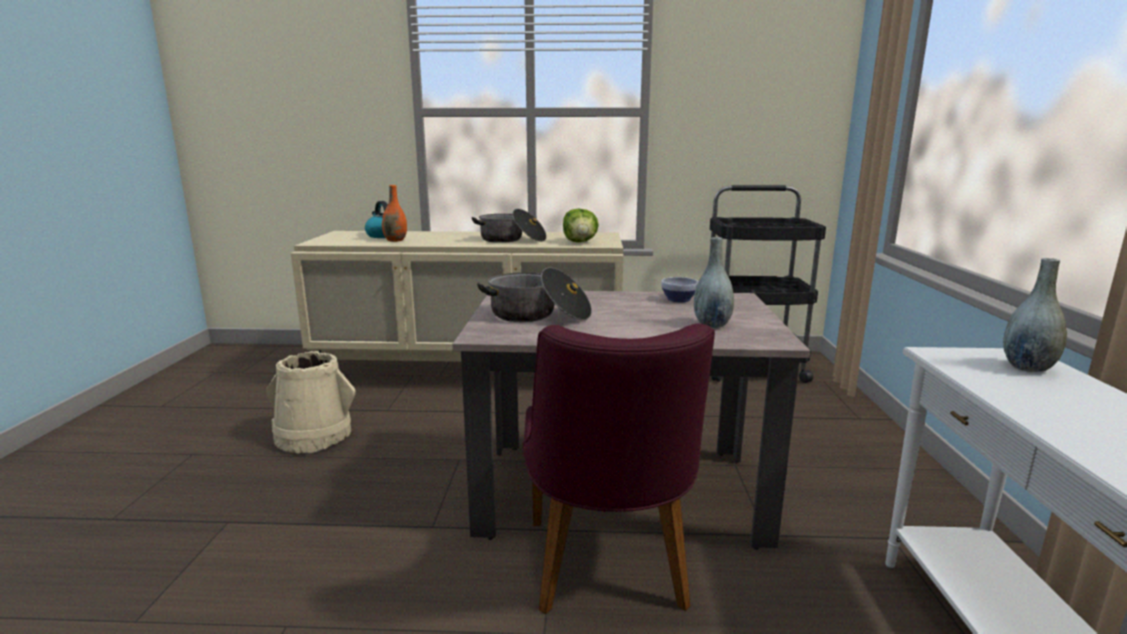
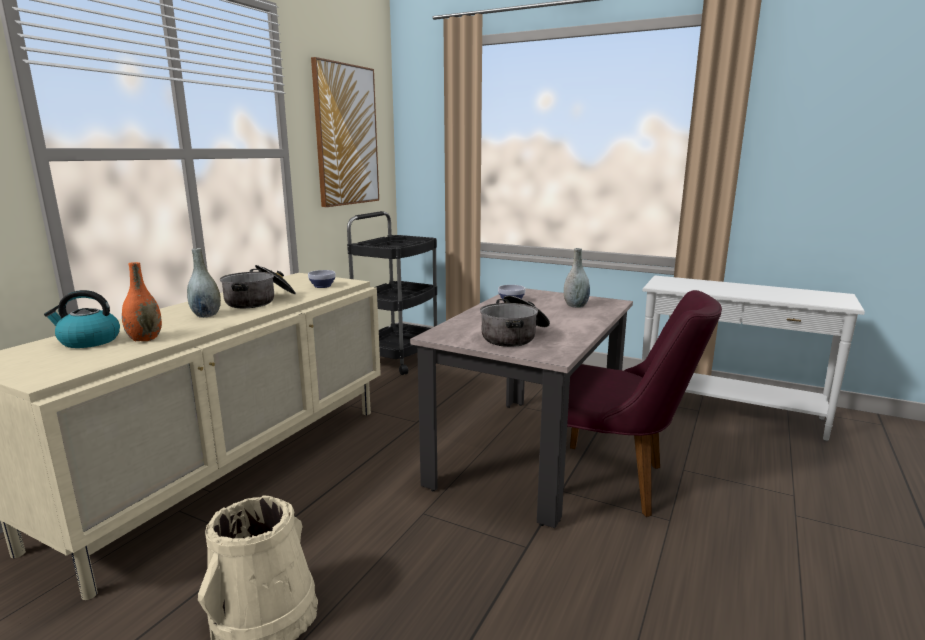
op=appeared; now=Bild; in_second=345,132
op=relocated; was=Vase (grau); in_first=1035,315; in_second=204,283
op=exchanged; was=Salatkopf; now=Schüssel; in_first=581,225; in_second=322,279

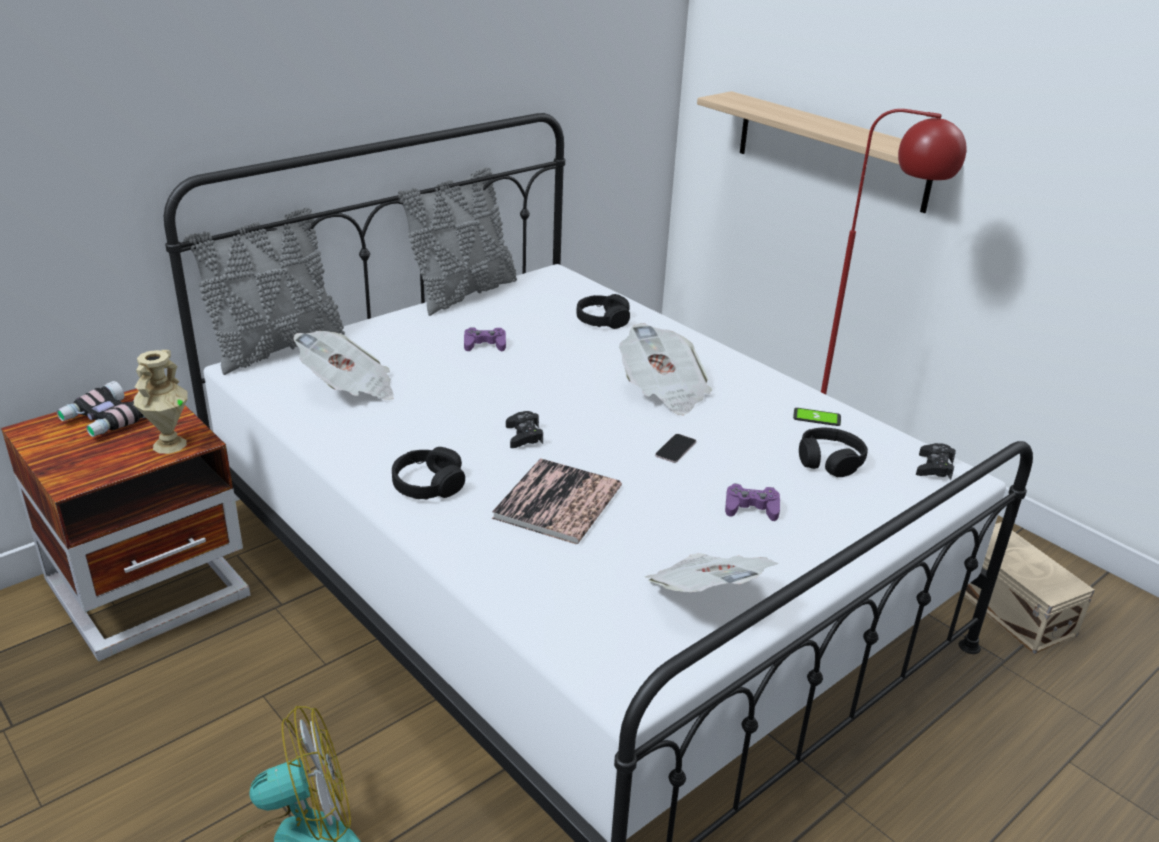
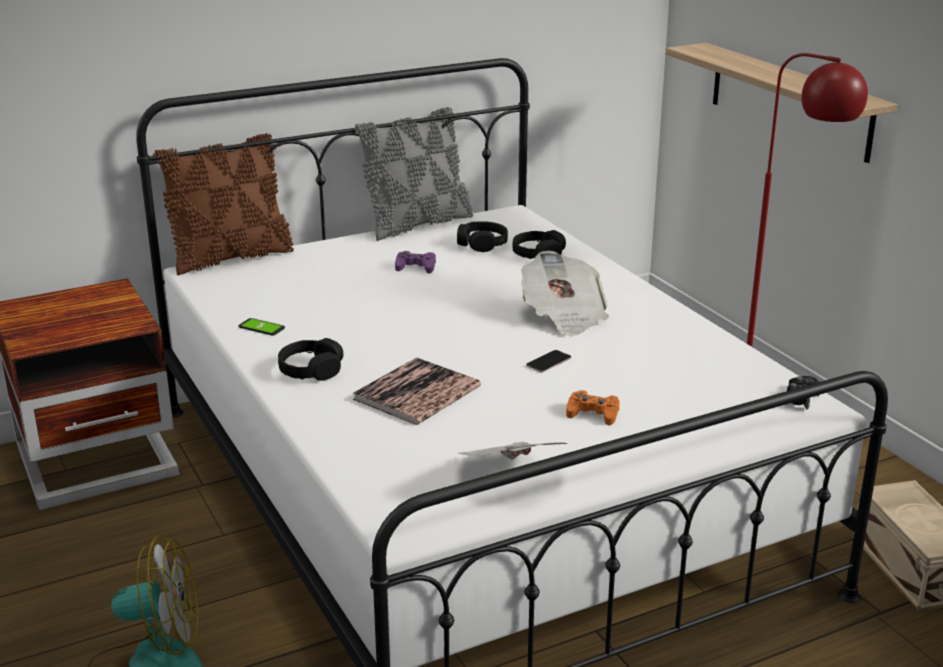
op=missing; was=Fernglas; in_first=101,409
op=missing; was=Vase (beige); in_first=160,402
op=missing; was=Zeitung; in_first=343,365
op=missing; was=Gamepad (schwarz); in_first=524,429
op=relocated; was=Handy; in_first=817,417; in_second=261,327
op=relocated; was=Kopfhörer (schwarz); in_first=833,452; in_second=482,236
op=colour; was=Kissen (grau); now=Kissen (braun); in_first=264,291; in_second=223,204
op=colour; was=Gamepad (lila); now=Gamepad (orange); in_first=752,502; in_second=593,408

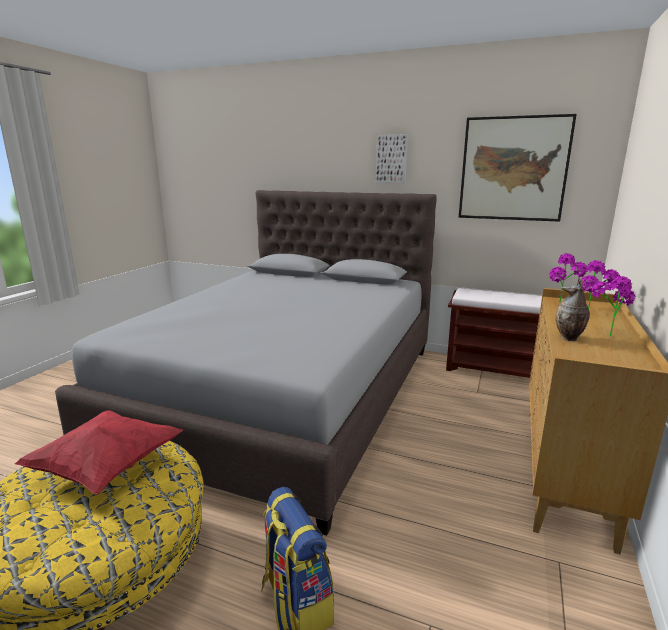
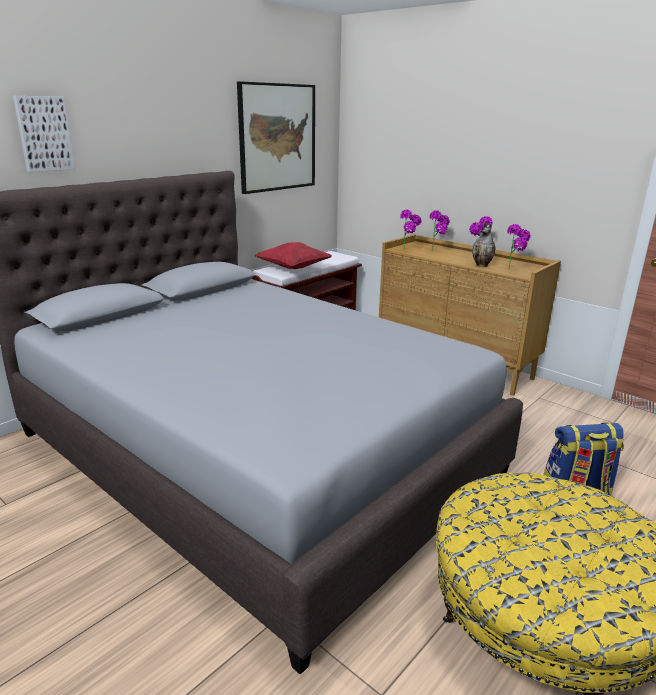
op=appeared; now=Topfpflanze; in_second=519,246
op=relocated; was=Kissen (rot); in_first=99,452; in_second=293,255
op=relocated; was=Bild; in_first=392,158; in_second=44,134

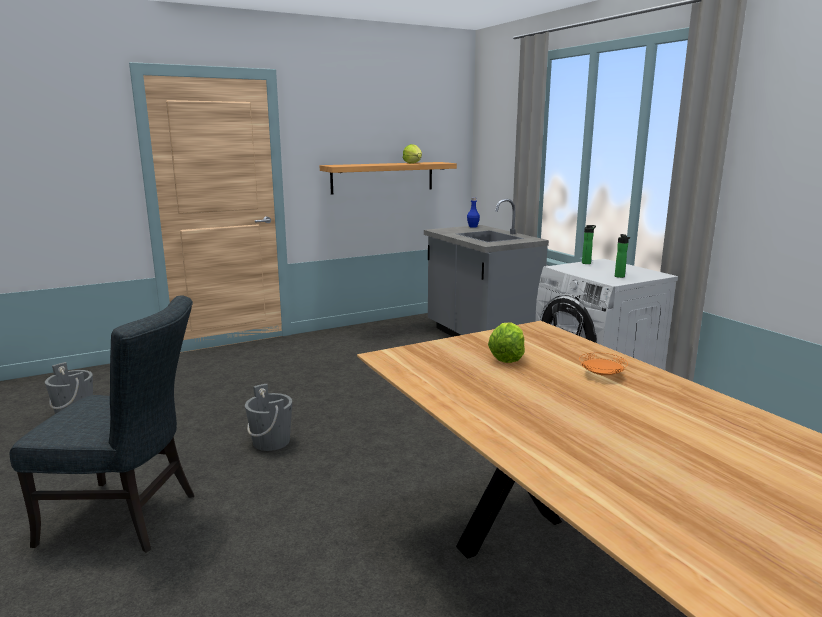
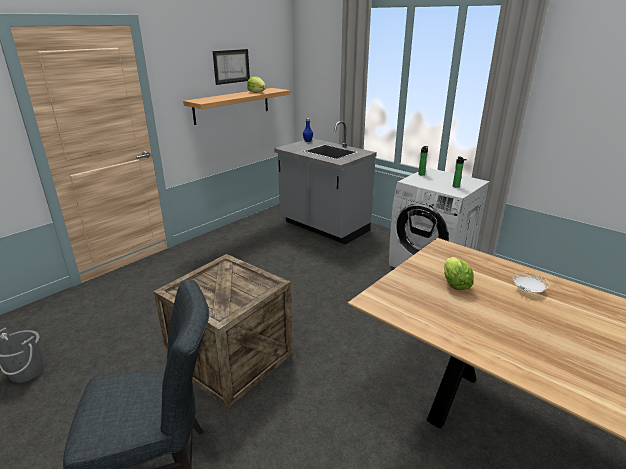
op=appeared; now=Bild; in_second=231,67
op=exchanged; was=Eimer (grau); now=Kiste; in_first=268,417; in_second=223,331
op=colour; was=Teller (orange); now=Teller (weiß); in_first=603,364; in_second=531,282

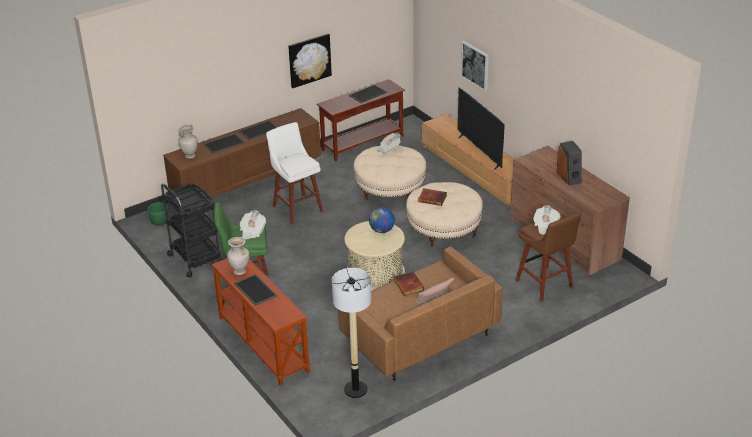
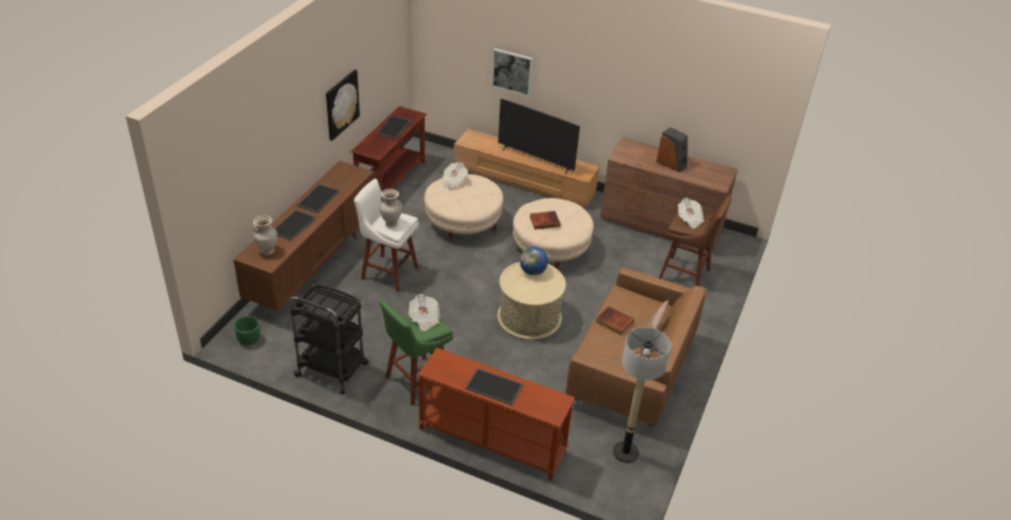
op=relocated; was=Vase (beige); in_first=238,256; in_second=390,208

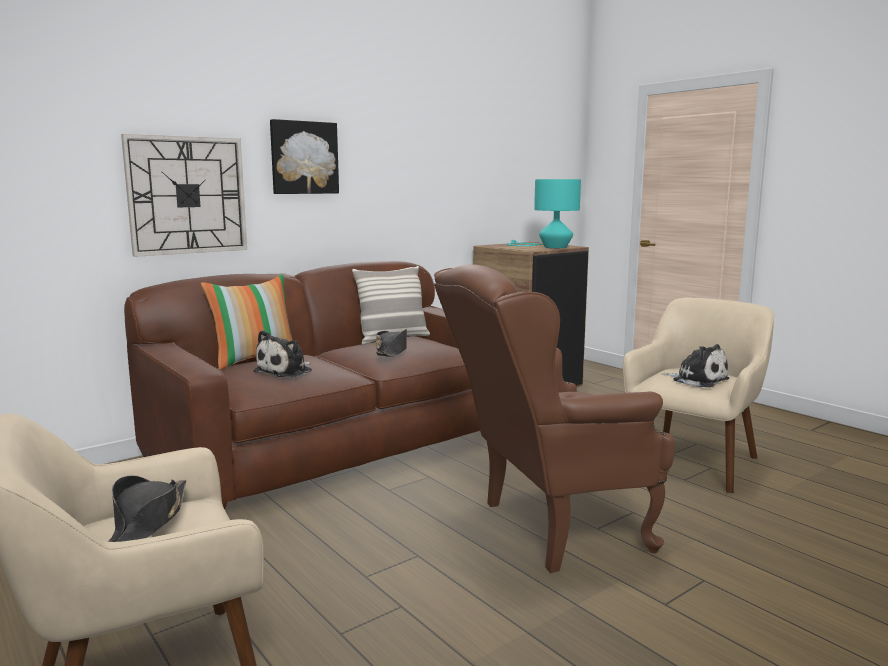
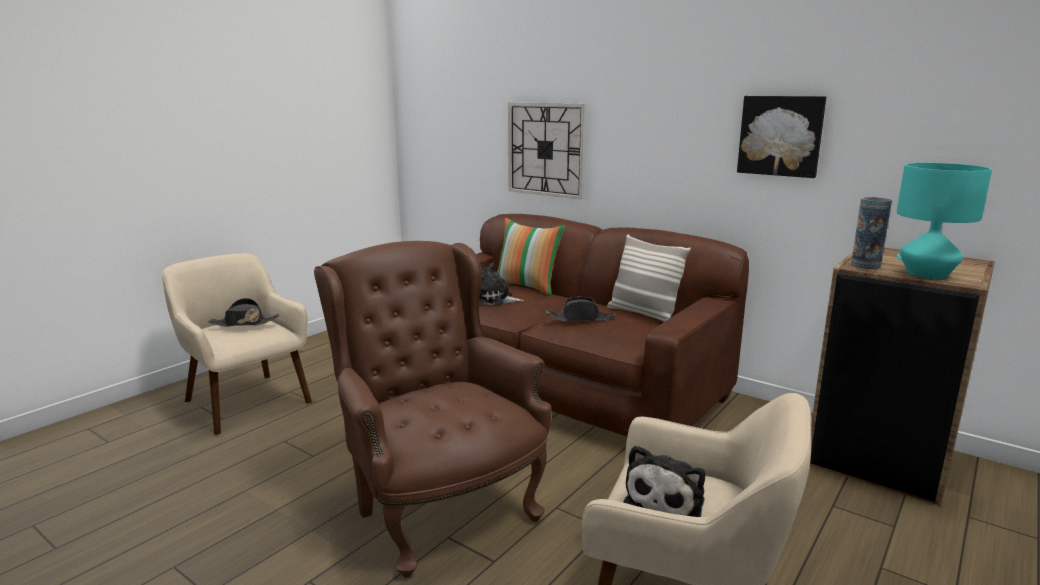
op=appeared; now=Vase; in_second=871,233
op=relocated; was=Bild; in_first=304,156; in_second=781,137

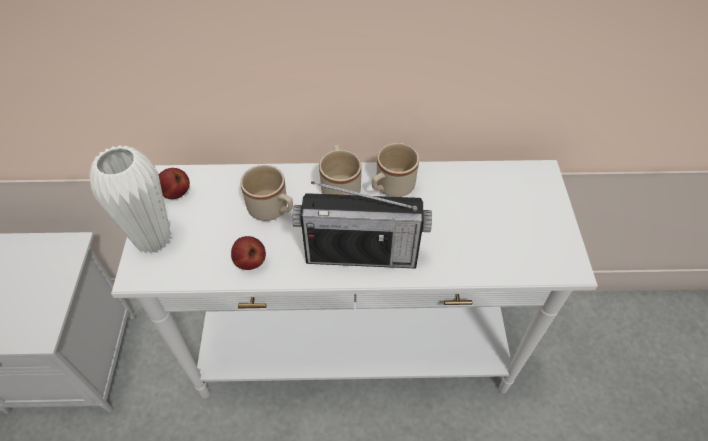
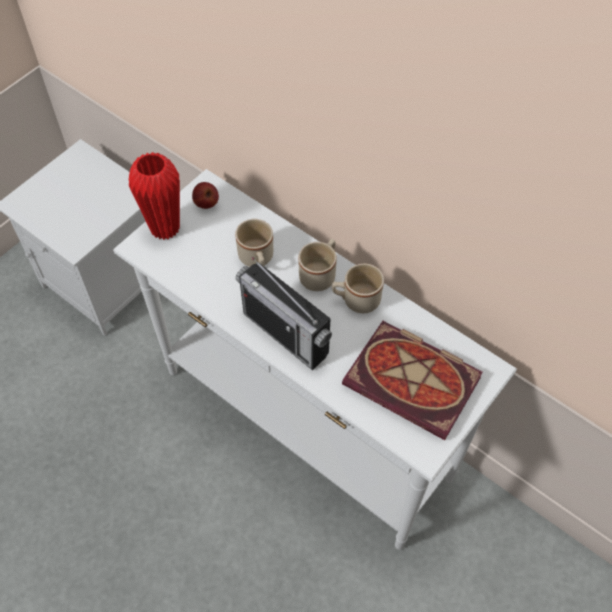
op=missing; was=Apfel; in_first=248,253
op=appeared; now=Buch; in_second=412,380
op=colour; was=Vase (weiß); now=Vase (rot); in_first=130,199; in_second=154,196

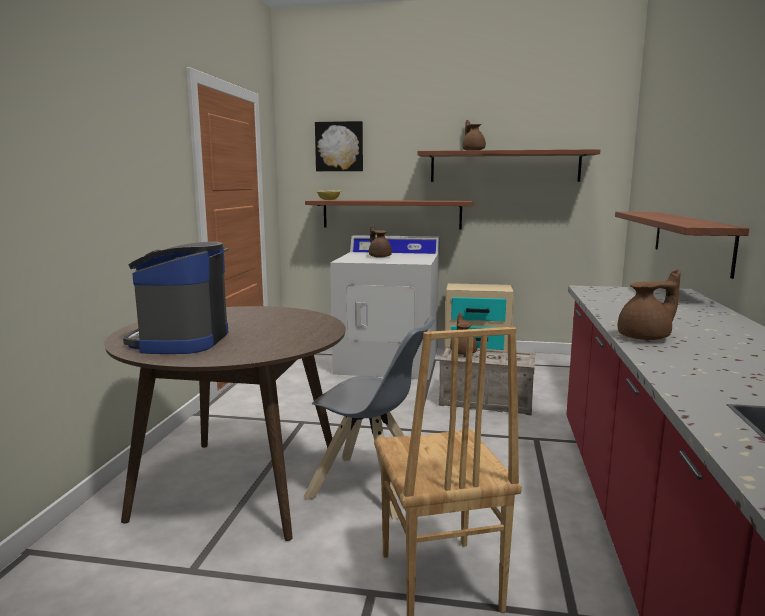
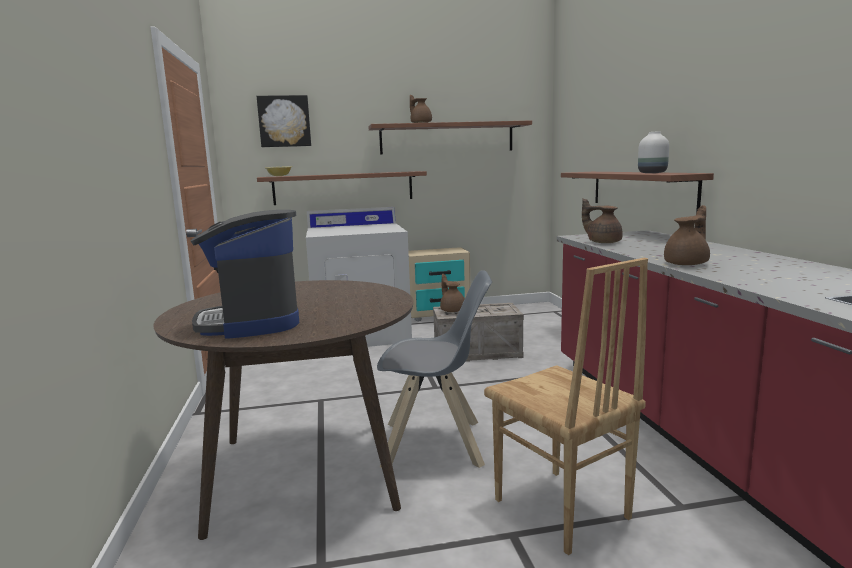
op=appeared; now=Vase (weiß); in_second=653,152
op=relocated; was=Teekanne (braun); in_first=380,241; in_second=602,220

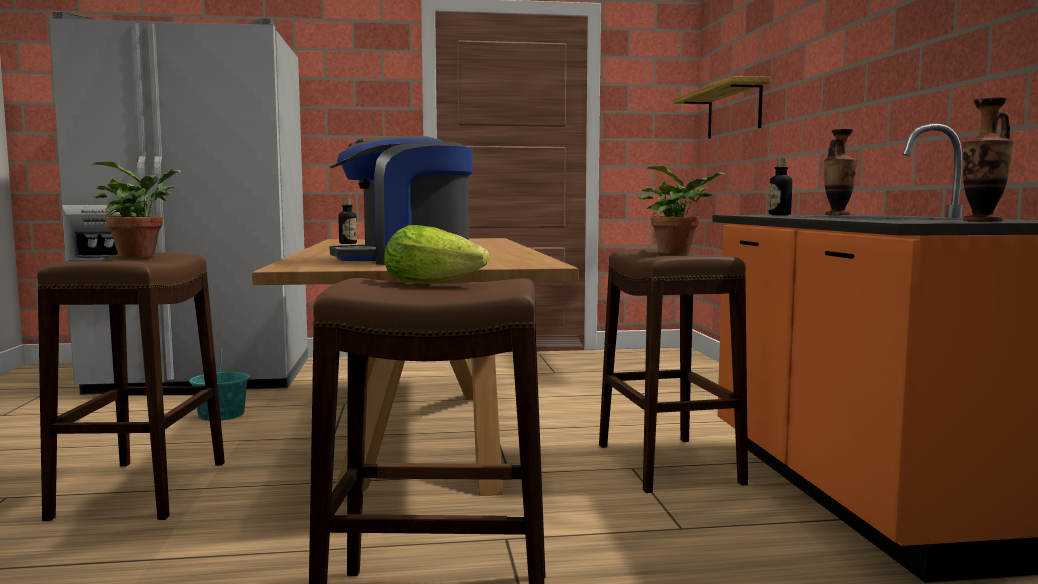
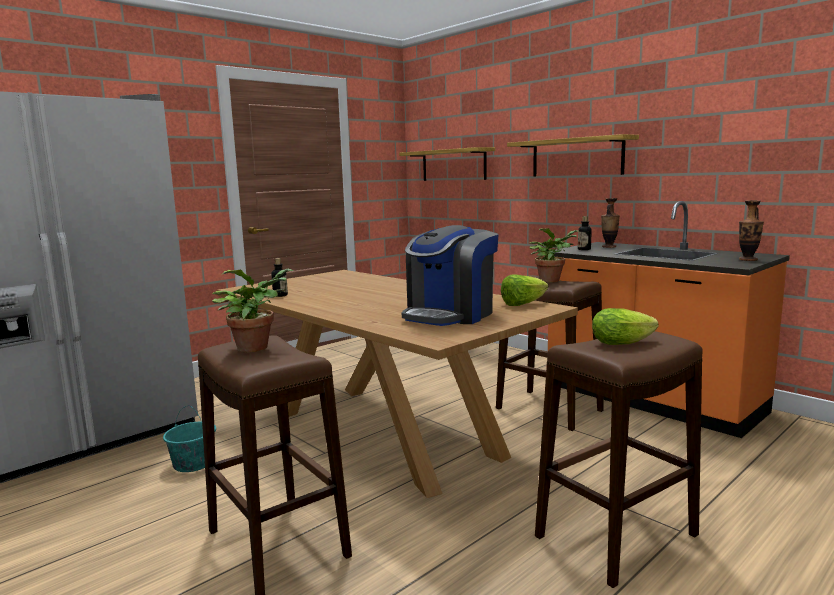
op=appeared; now=Salatkopf; in_second=524,290
op=appeared; now=Wandregal; in_second=573,155

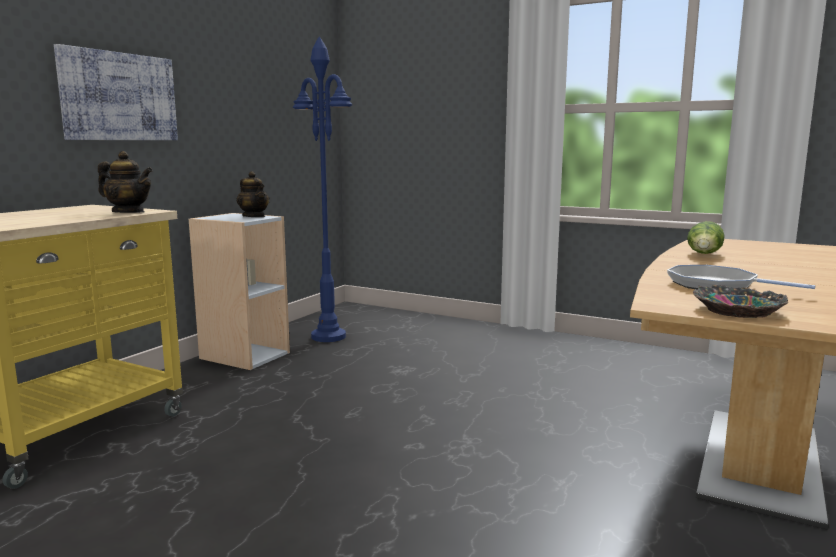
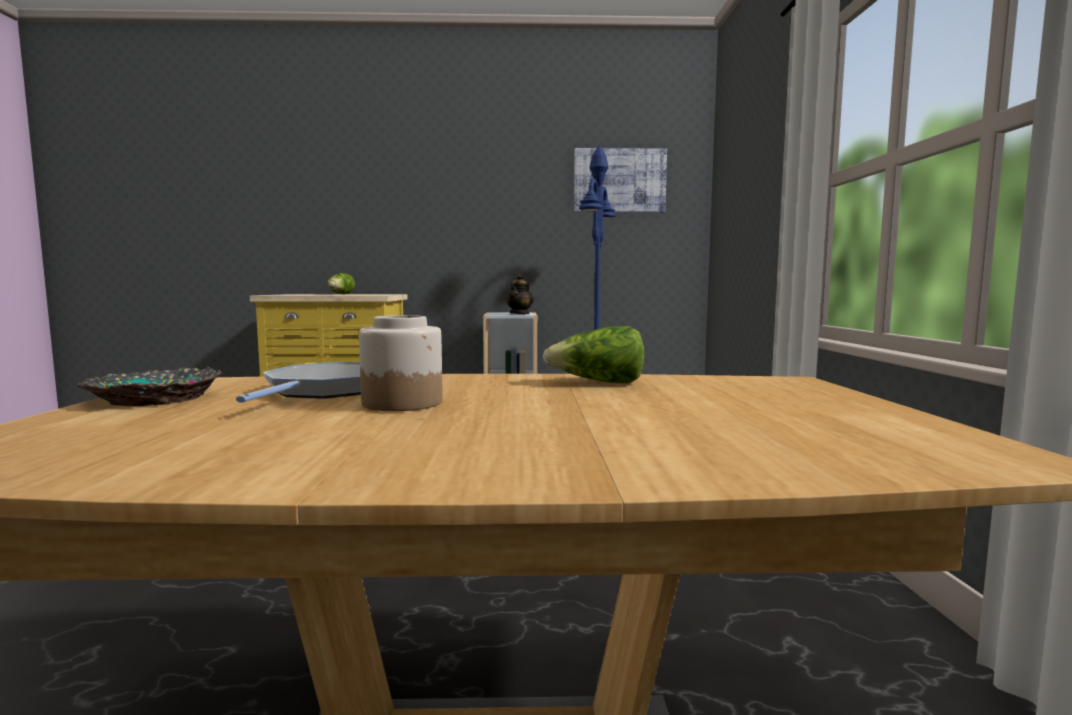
op=missing; was=Teekanne; in_first=125,182
op=appeared; now=Salatkopf; in_second=341,283
op=appeared; now=Vorratsglas; in_second=401,363
op=relocated; was=Bild; in_first=116,92; in_second=620,180

